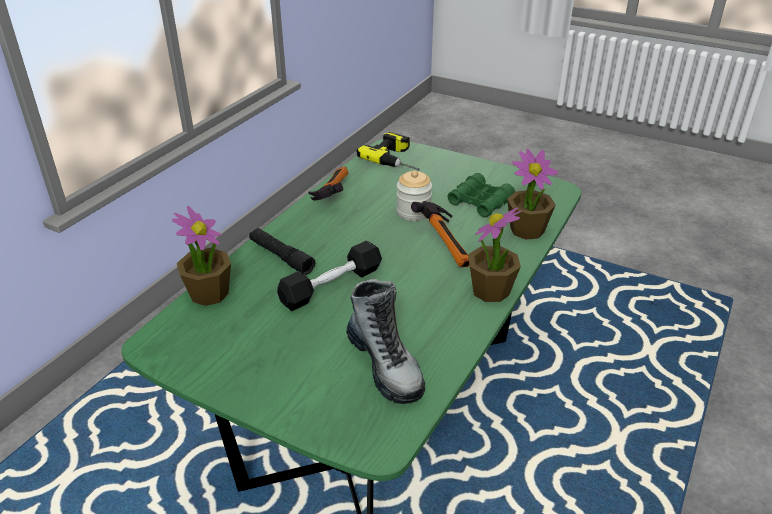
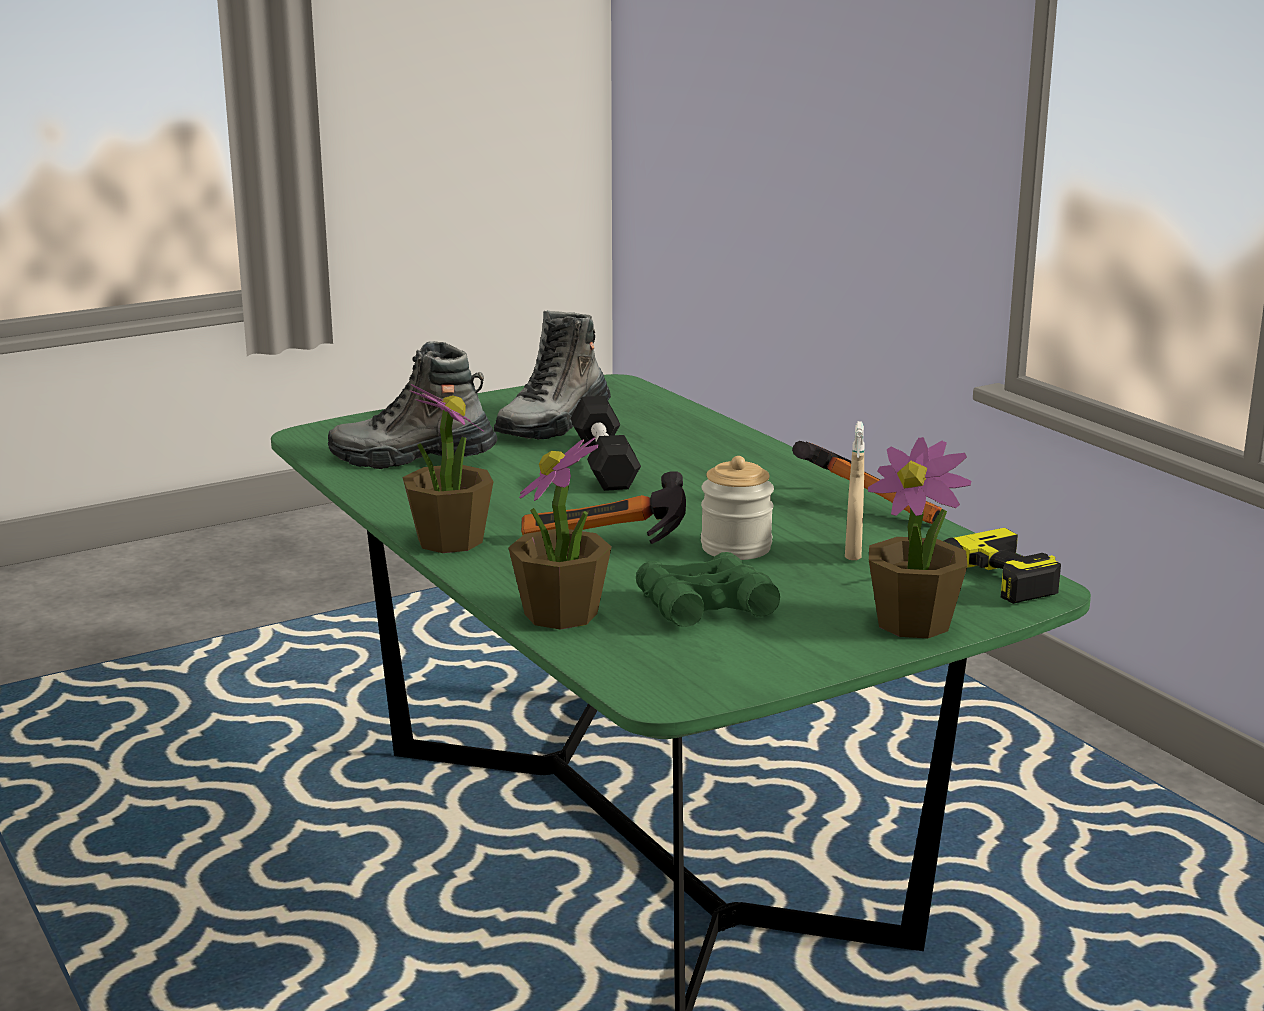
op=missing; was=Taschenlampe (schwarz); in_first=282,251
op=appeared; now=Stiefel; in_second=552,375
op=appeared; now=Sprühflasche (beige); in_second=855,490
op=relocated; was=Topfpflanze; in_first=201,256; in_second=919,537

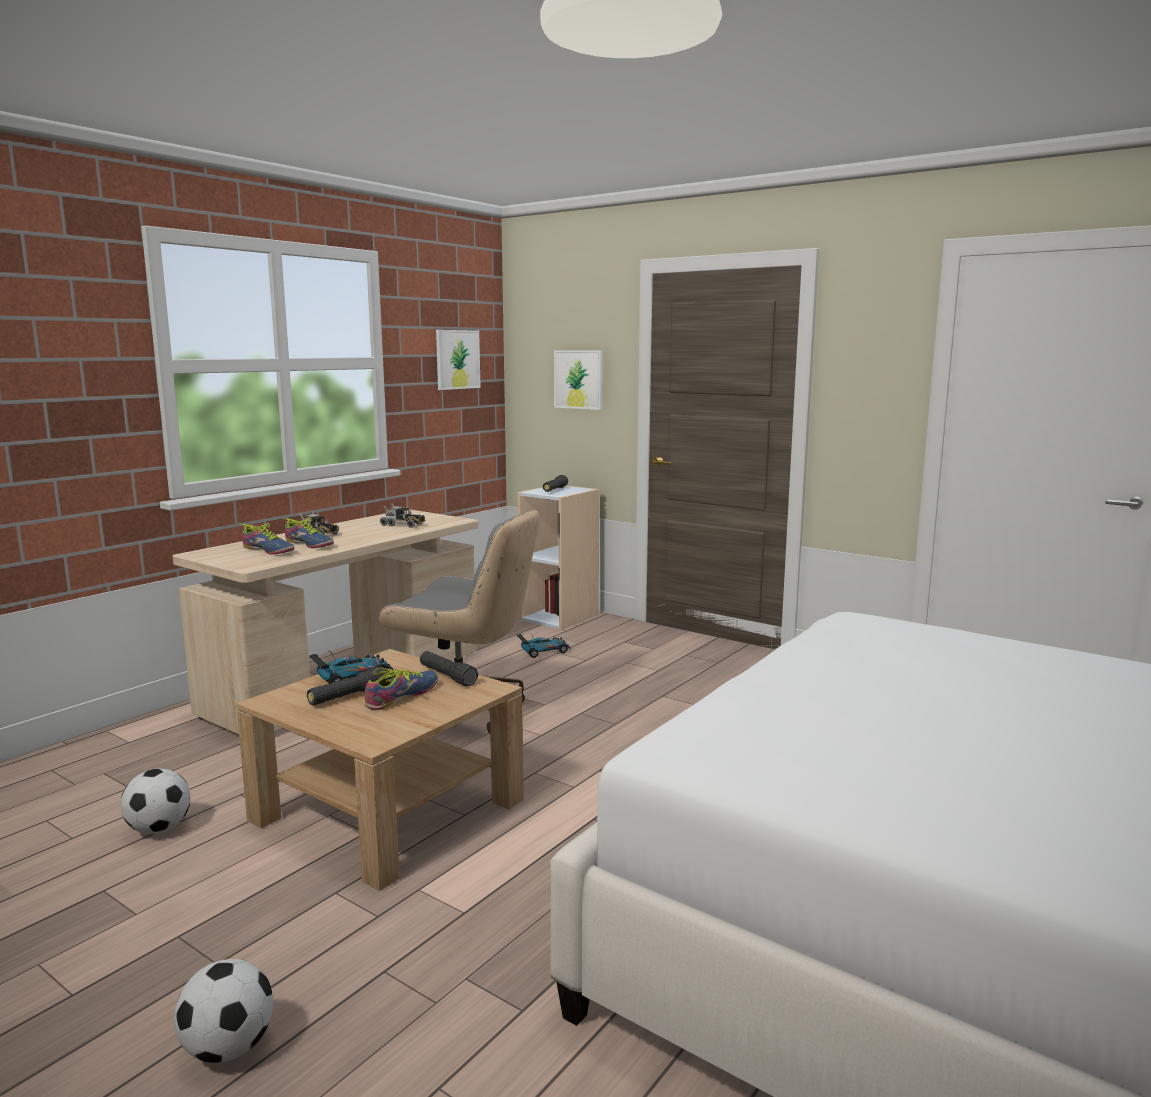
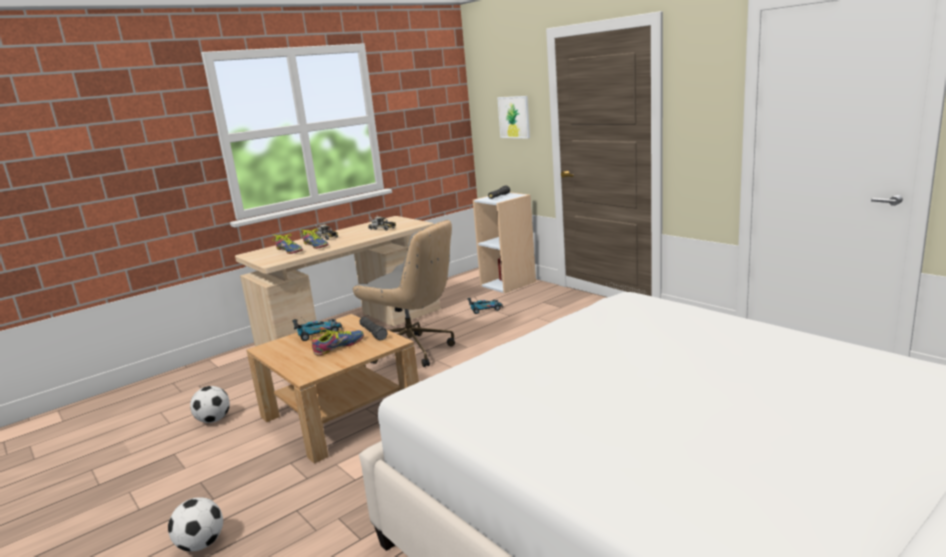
op=missing; was=Taschenlampe (schwarz); in_first=346,686
op=missing; was=Bild; in_first=458,360

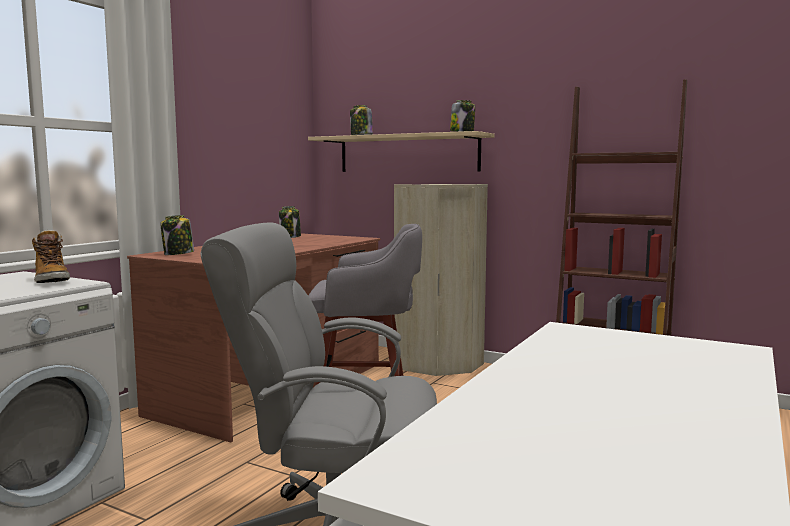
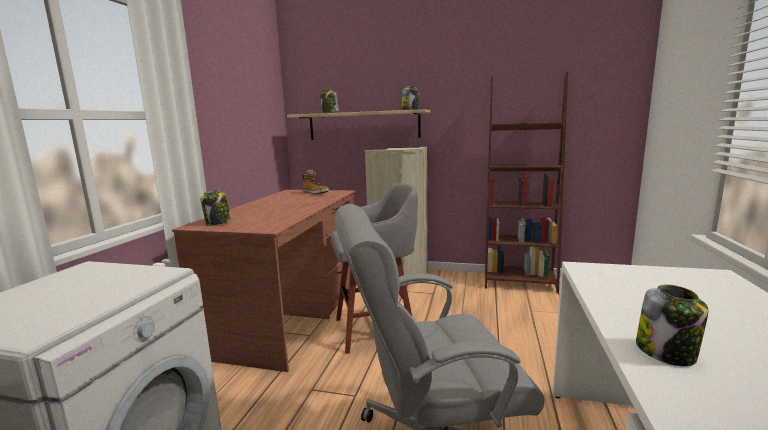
op=relocated; was=Stiefel; in_first=51,256; in_second=315,182
op=relocated; was=Vorratsglas; in_first=290,222; in_second=672,325

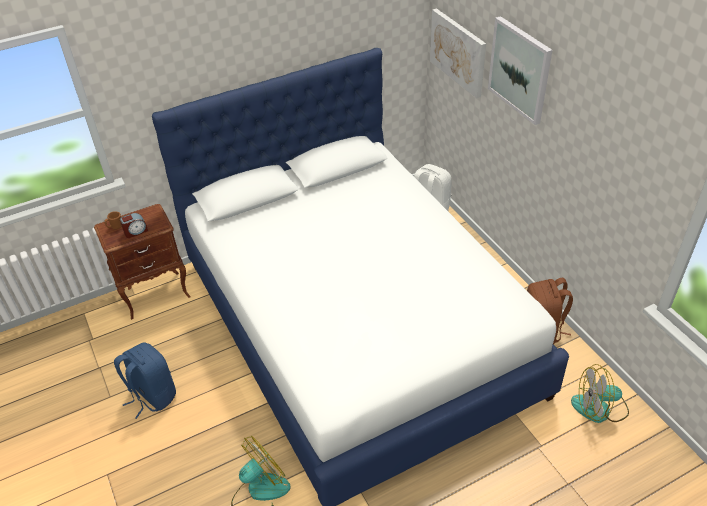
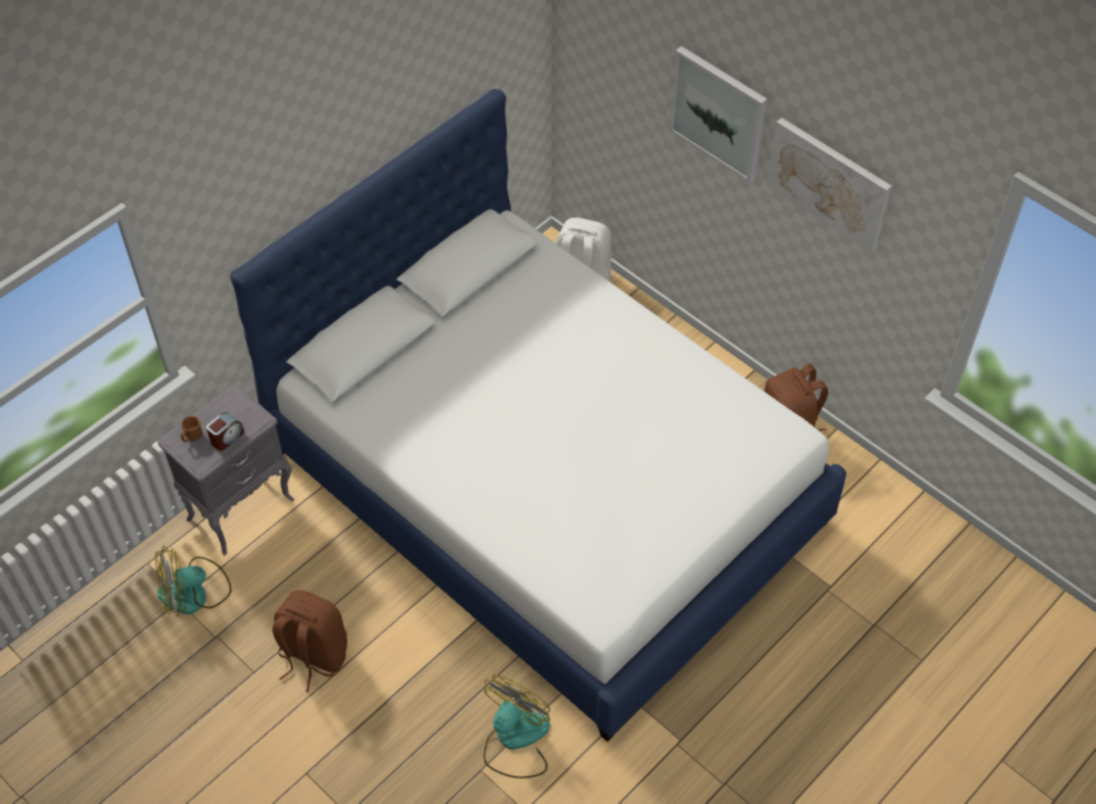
op=relocated; was=Bild; in_first=458,53; in_second=829,185
op=relocated; was=Ventilator; in_first=600,393; in_second=193,581
op=colour; was=Nachttisch (braun); now=Nachttisch (grau); in_first=142,262; in_second=226,470
op=colour; was=Rucksack (blau); now=Rucksack (braun); in_first=145,380; in_second=309,641

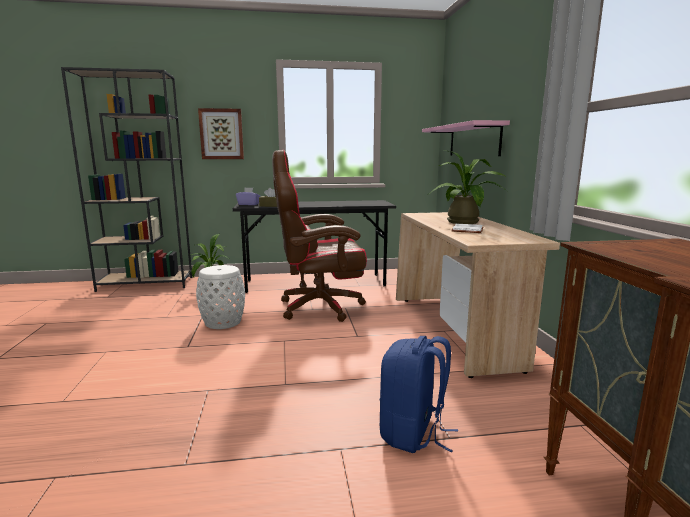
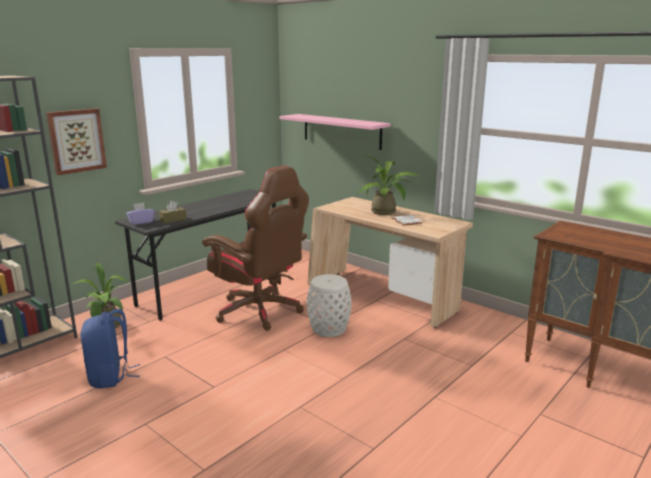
op=relocated; was=Hocker (weiß); in_first=220,297; in_second=329,305
op=relocated; was=Rucksack (blau); in_first=419,394; in_second=110,349
op=spun; was=Bürostuhl (braun); in_first=319,236; in_second=255,248; clockwise=-90

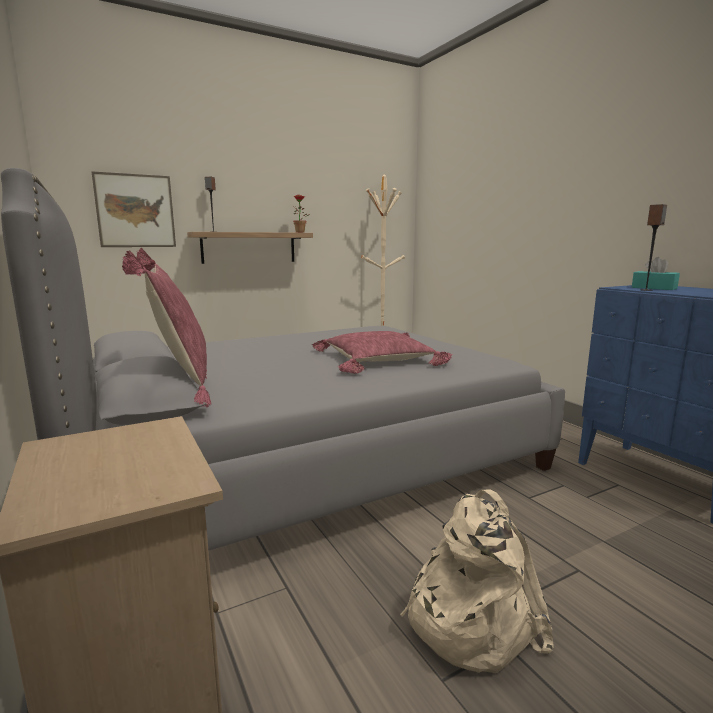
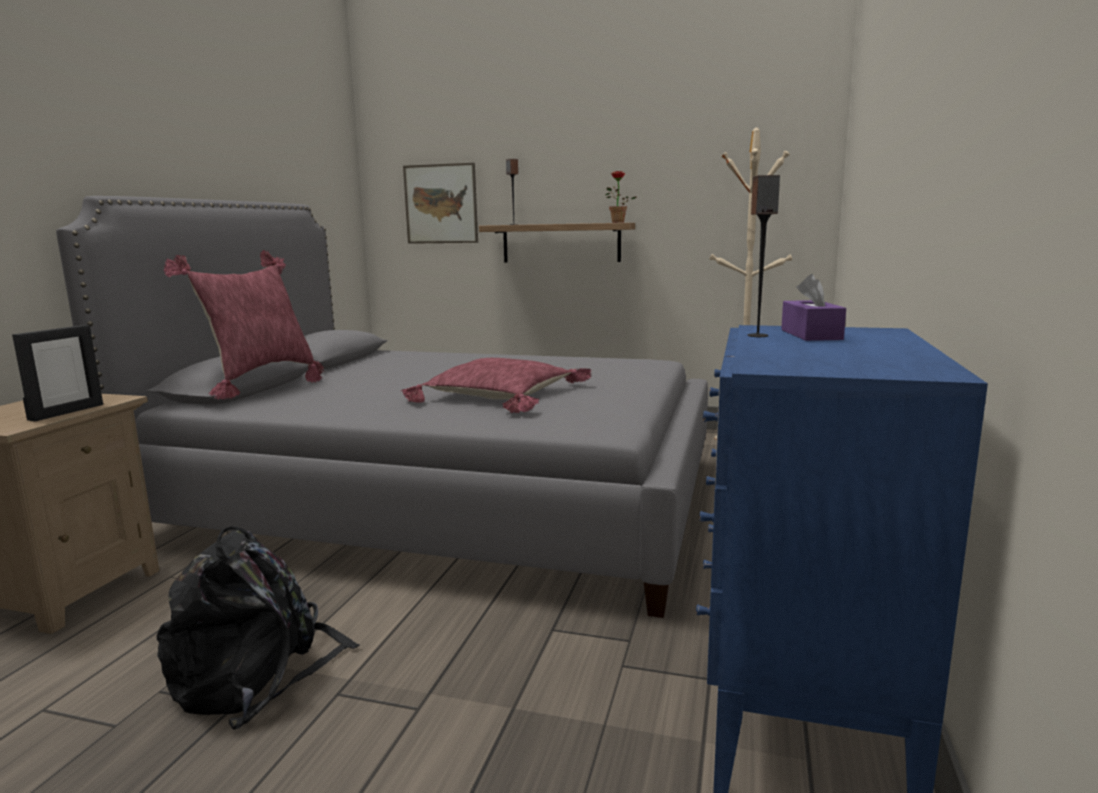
op=appeared; now=Bilderrahmen; in_second=57,373
op=colour; was=Rucksack (beige); now=Rucksack (schwarz); in_first=477,581; in_second=257,627
op=colour; was=Taschentuchbox (türkis); now=Taschentuchbox (lila); in_first=656,273; in_second=813,307

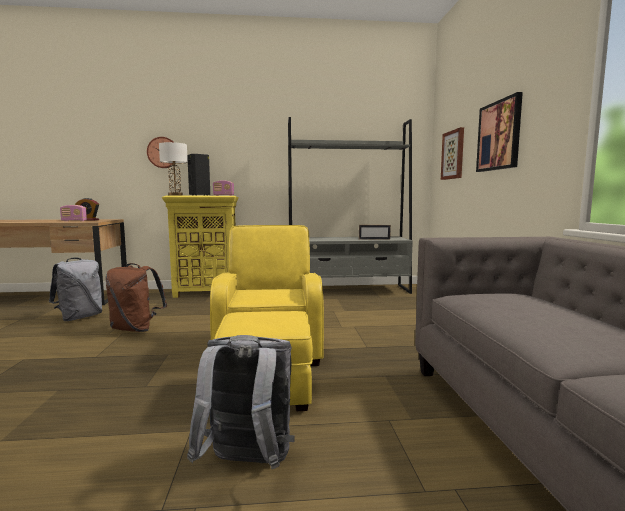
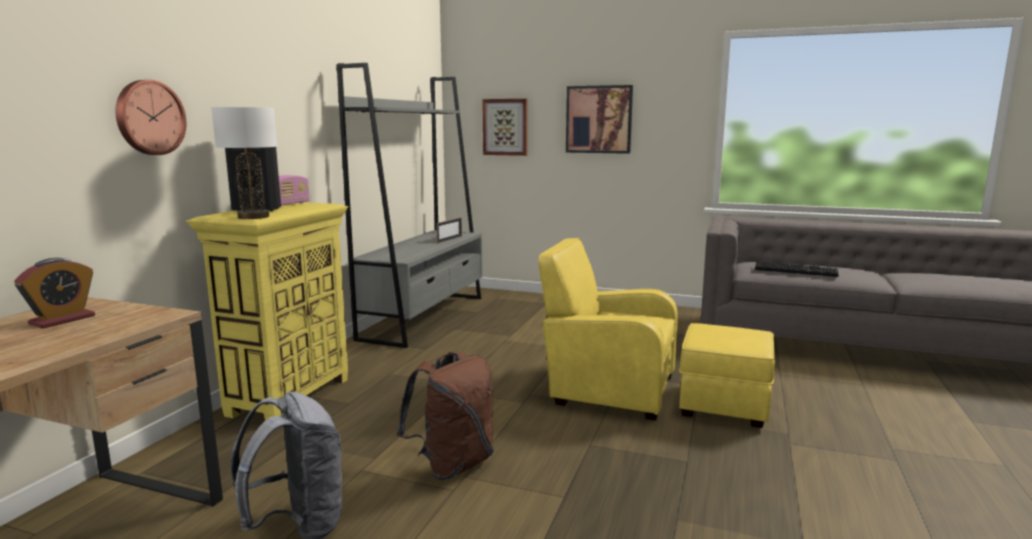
op=missing; was=Radio; in_first=73,213
op=missing; was=Rucksack (grau); in_first=241,402
op=appeared; now=Tastatur; in_second=797,269

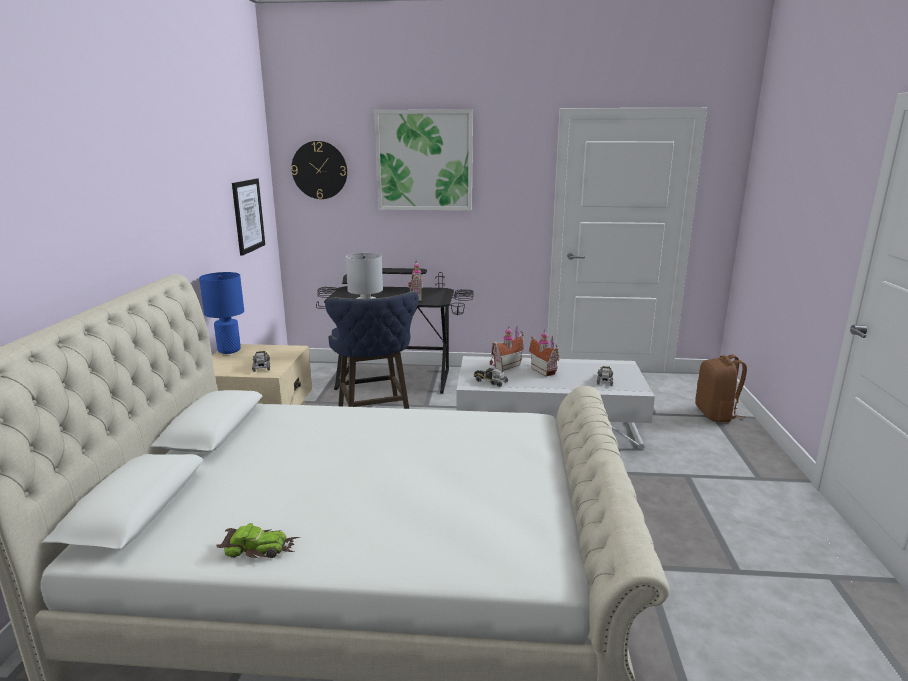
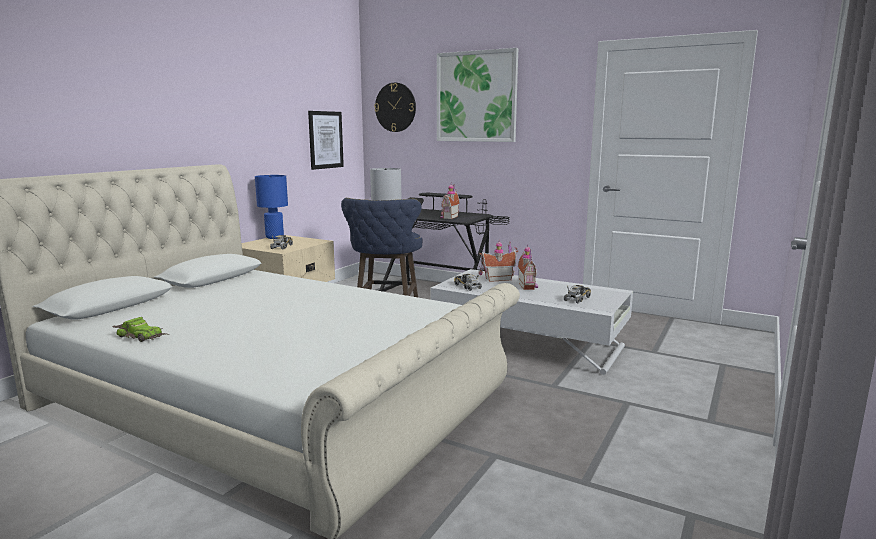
op=missing; was=Rucksack (braun); in_first=721,388

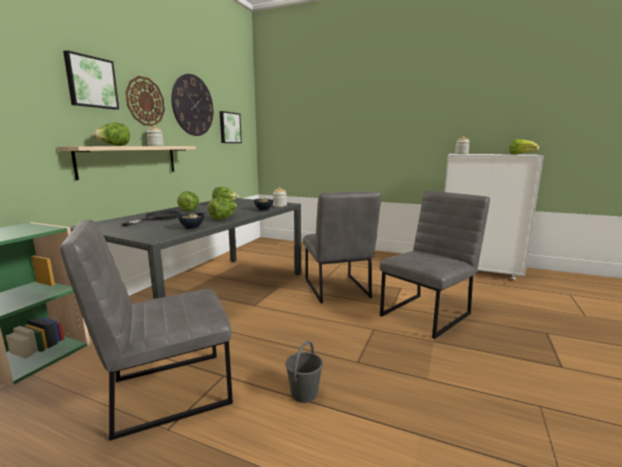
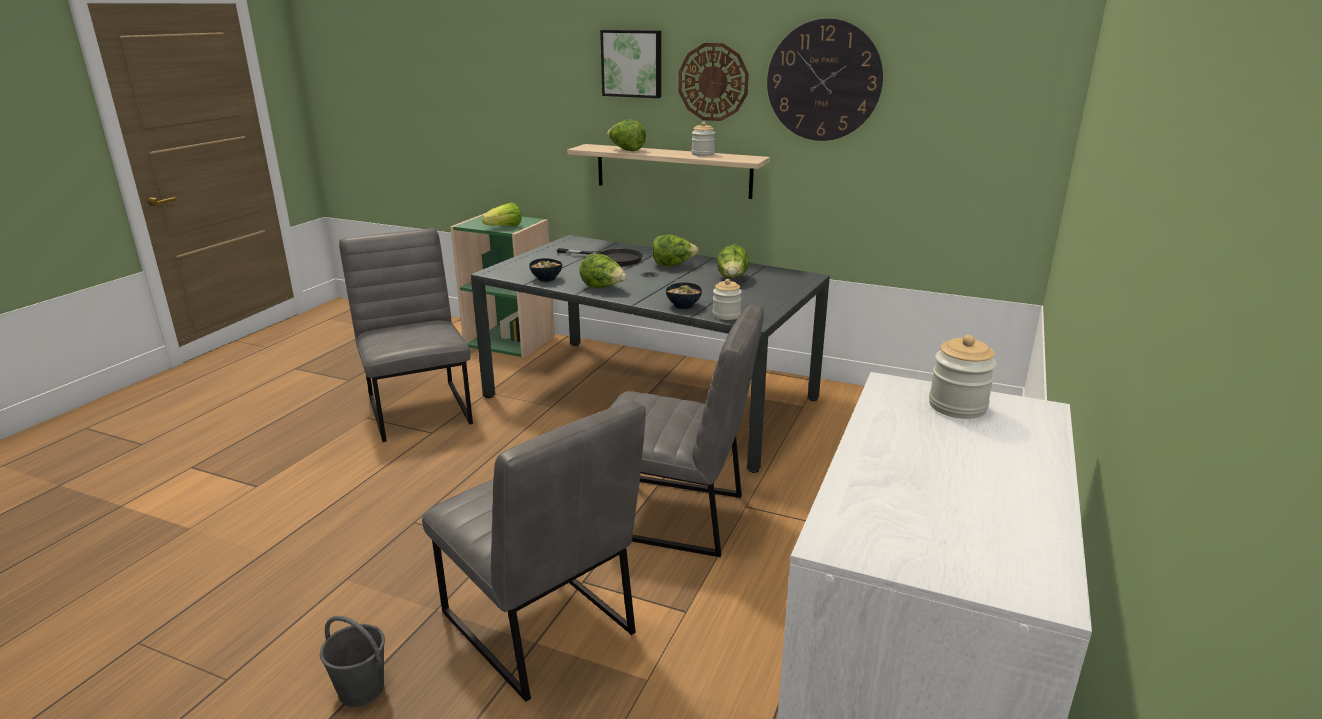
op=missing; was=Bild; in_first=231,127
op=relocated; was=Eimer (grau); in_first=304,372; in_second=352,661
op=relocated; was=Salatkopf; in_first=524,146; in_second=502,214
op=spun; was=Stuhl (grau); in_first=342,247; in_second=687,430; clockwise=-150

